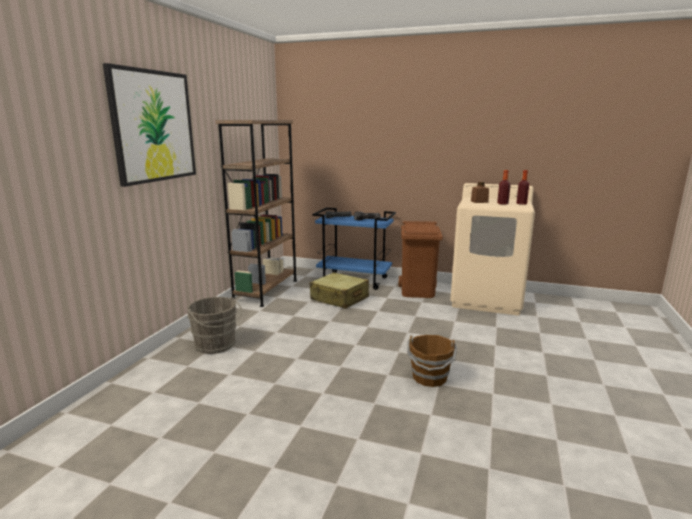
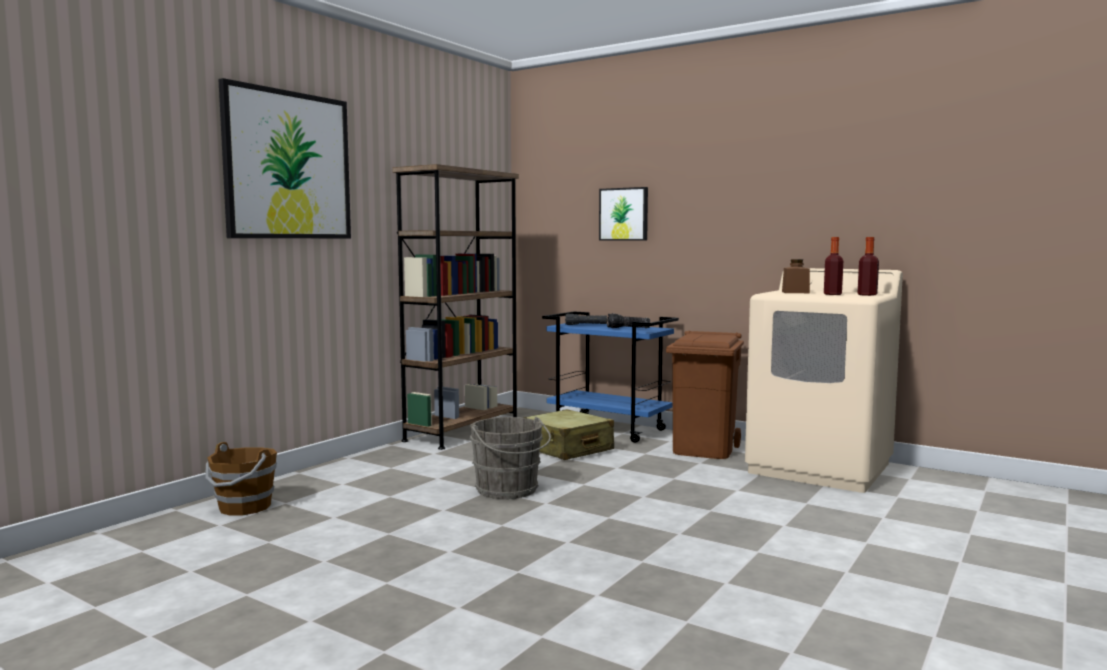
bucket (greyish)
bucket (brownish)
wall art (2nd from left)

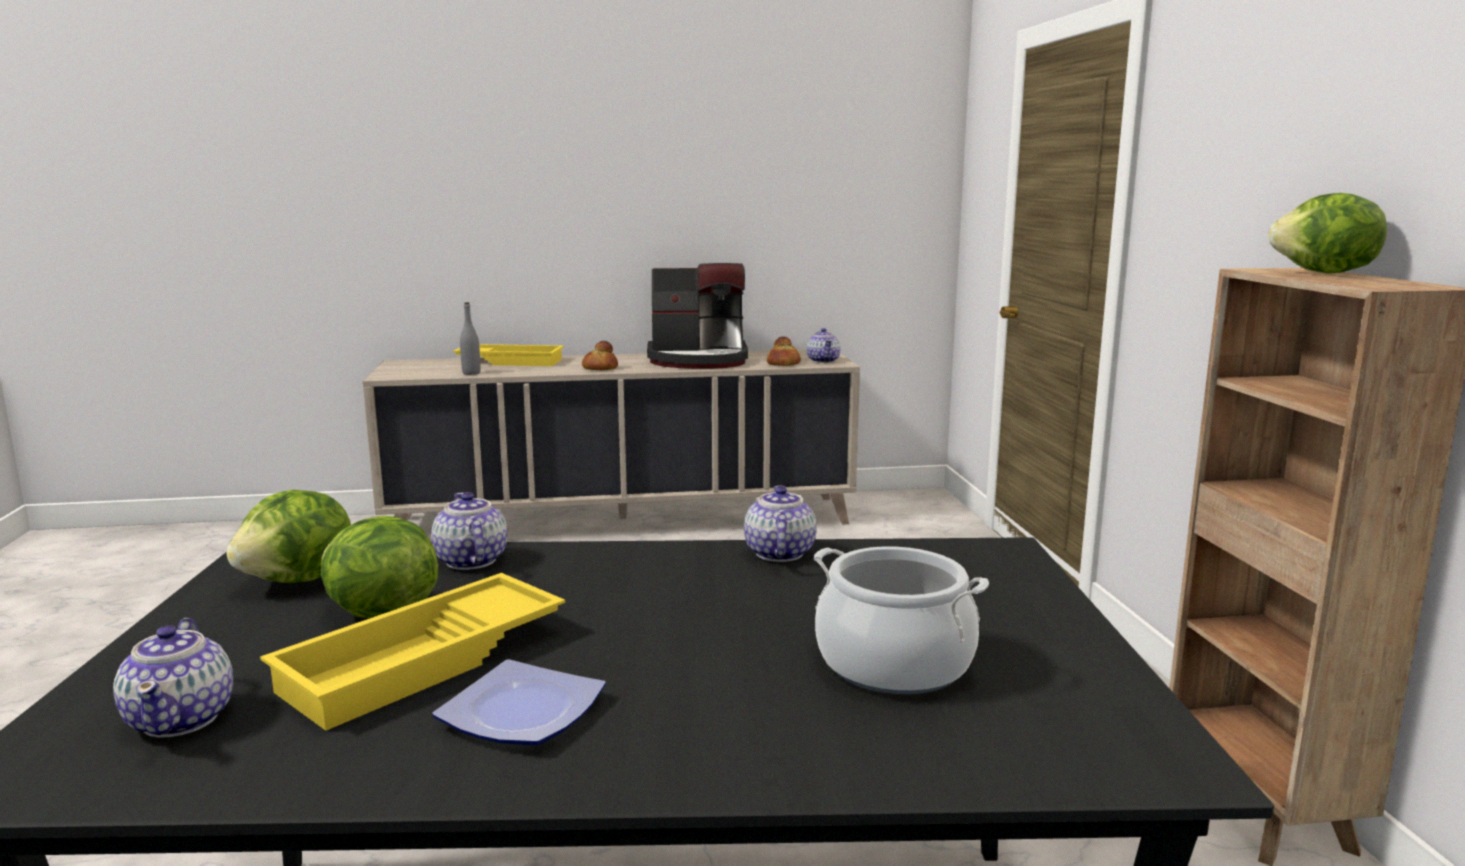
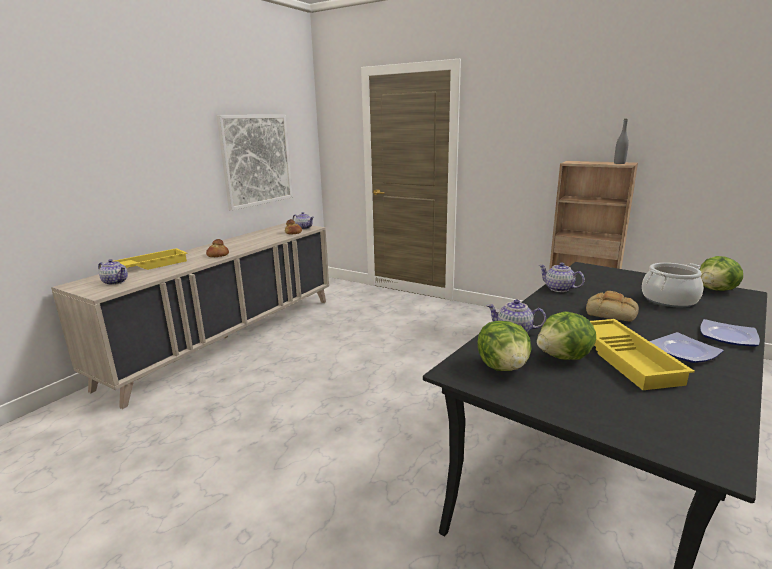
pot for tea (1st from left)
drink bottle (greyish)
coffee brewer
lettuce head (3rd from left)
wall art
baked bread (3rd from left)
dinner plate (2nd from left)

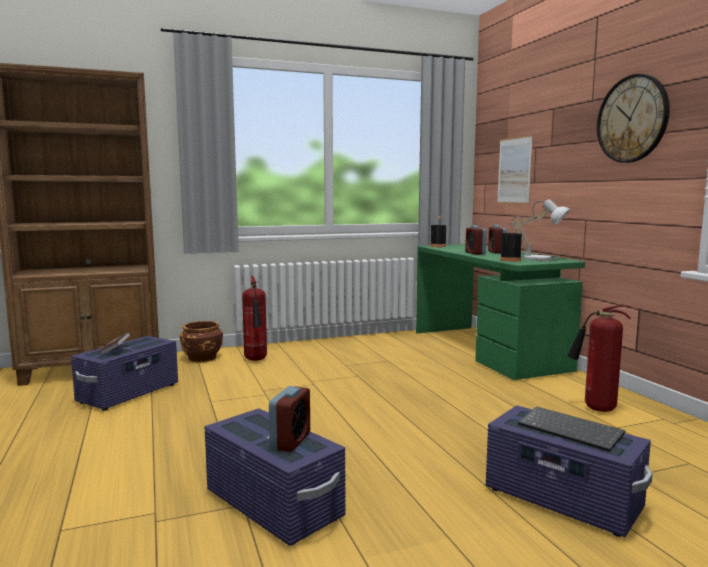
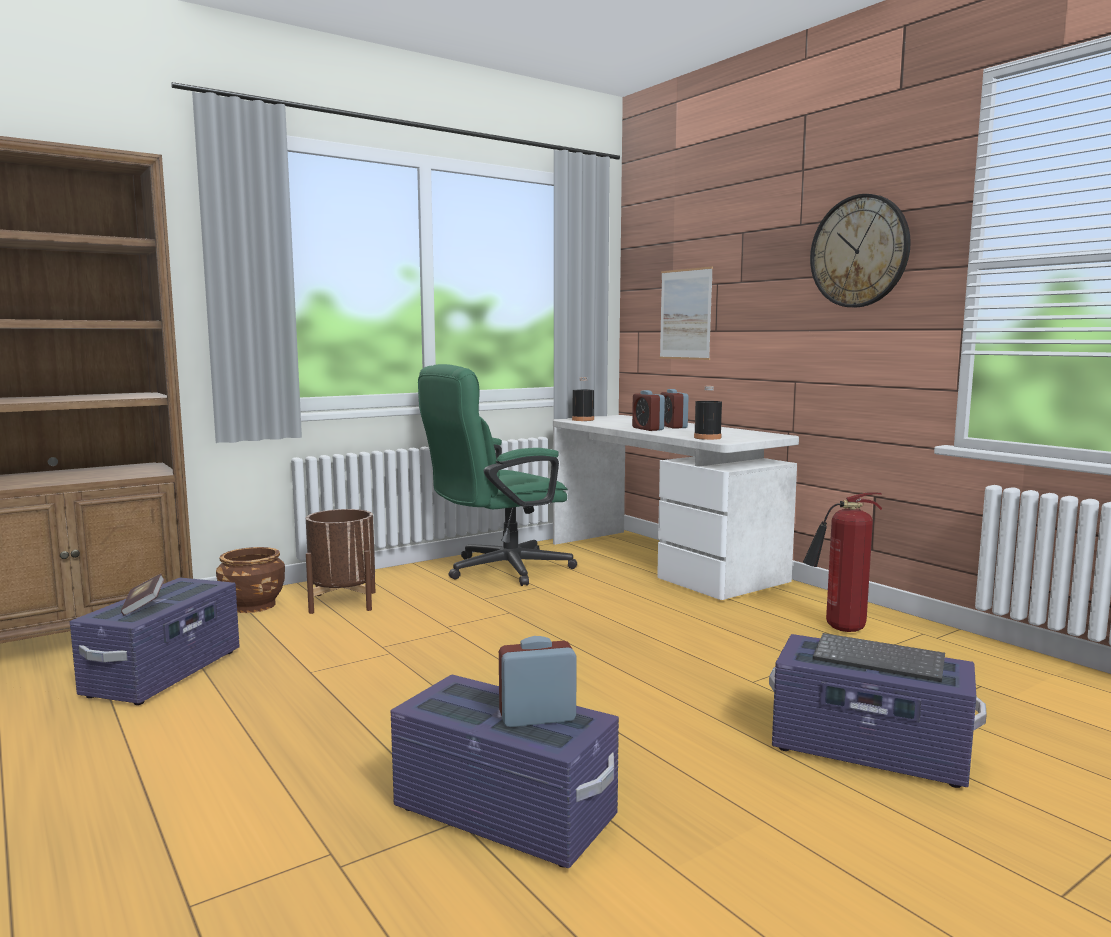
planter (brownish) (2nd from left)
alarm clock (1st from left)
desk (whitish)
tabletop lamp
computer chair (greenish)

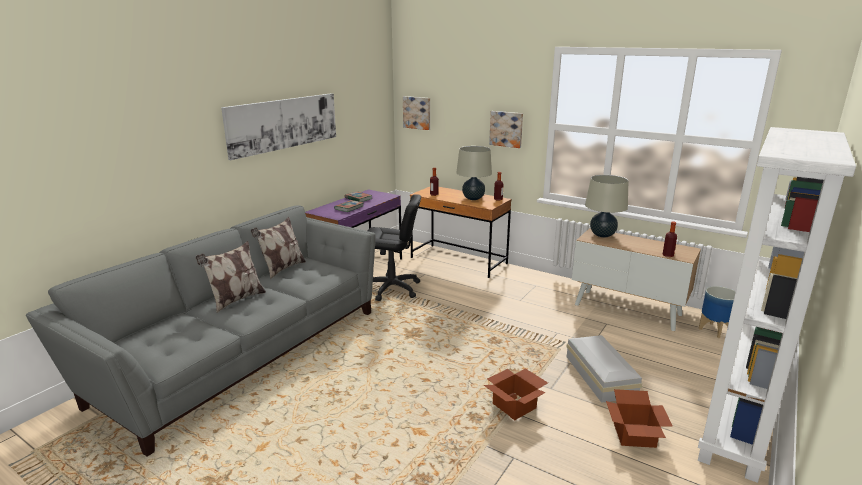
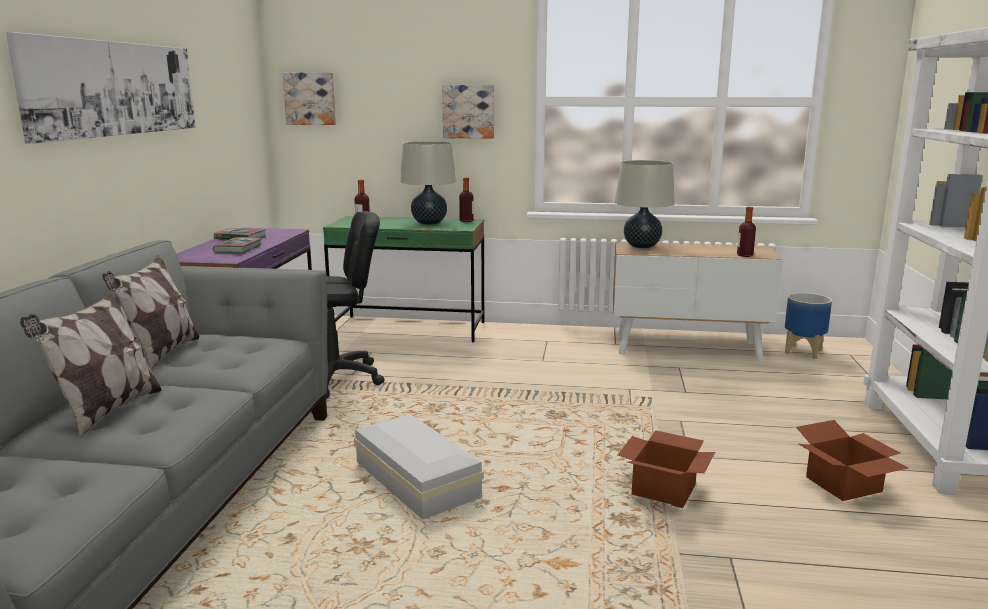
desk (greenish)
storage bin (whitish)

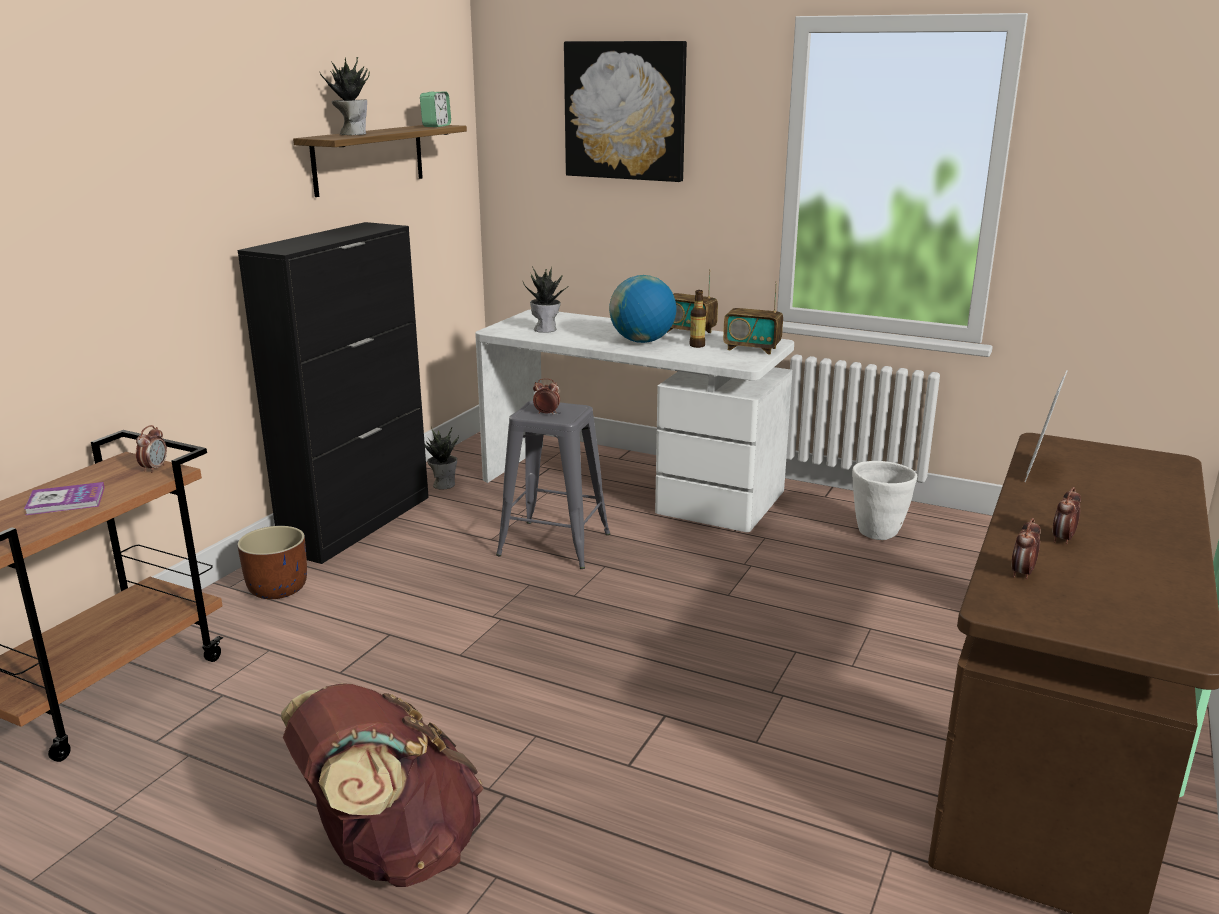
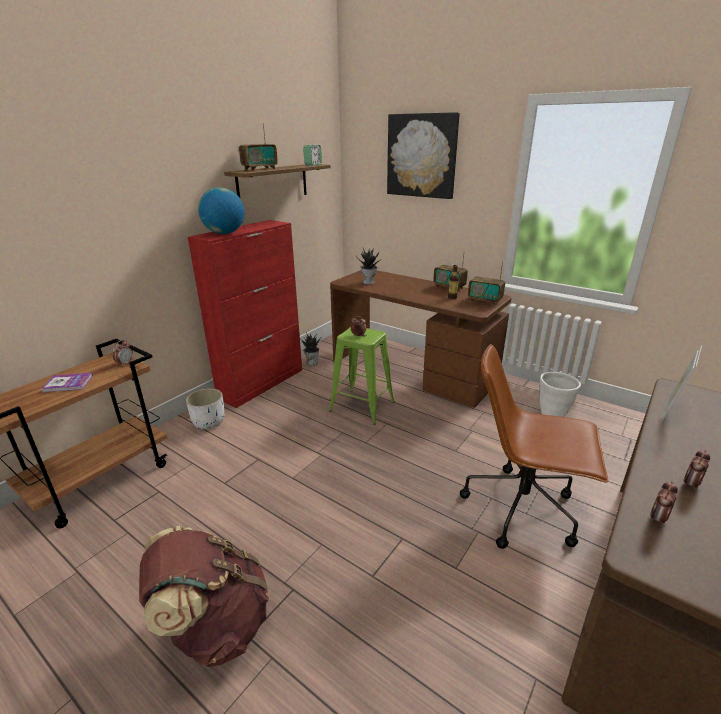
storage cabinet (reddish)
planter (whitish) (1st from left)
radio receiver (1st from left)
desk (brownish) (1st from left)
stool (greenish)
globe
computer chair (brownish)

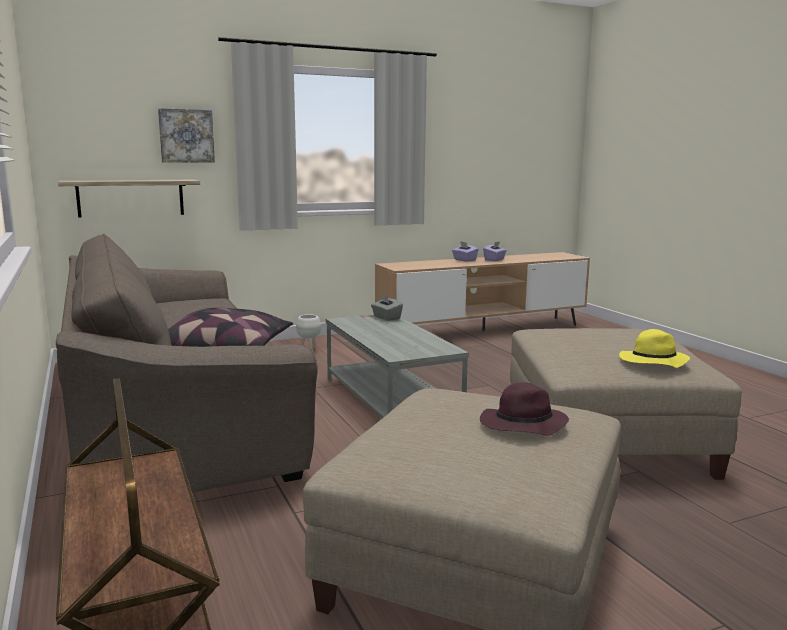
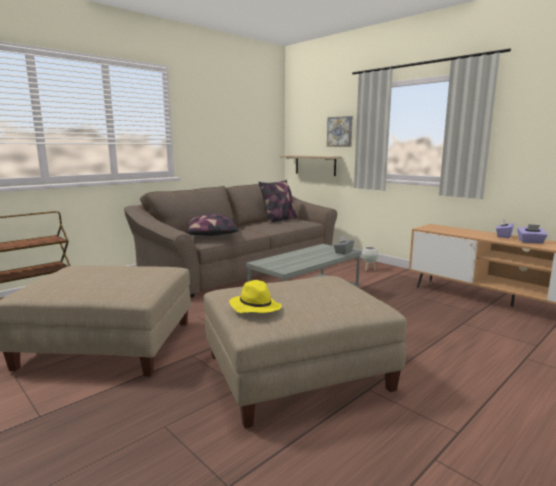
clothing hat (purplish)
cushion (2nd from left)

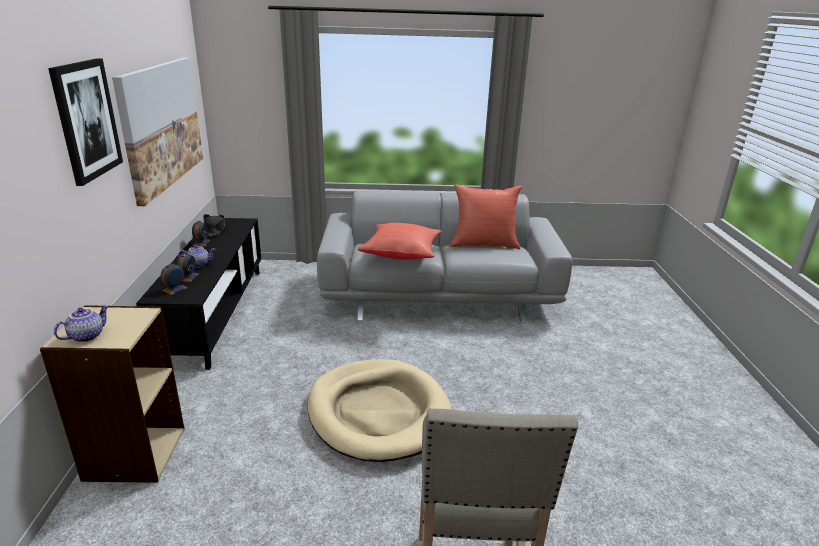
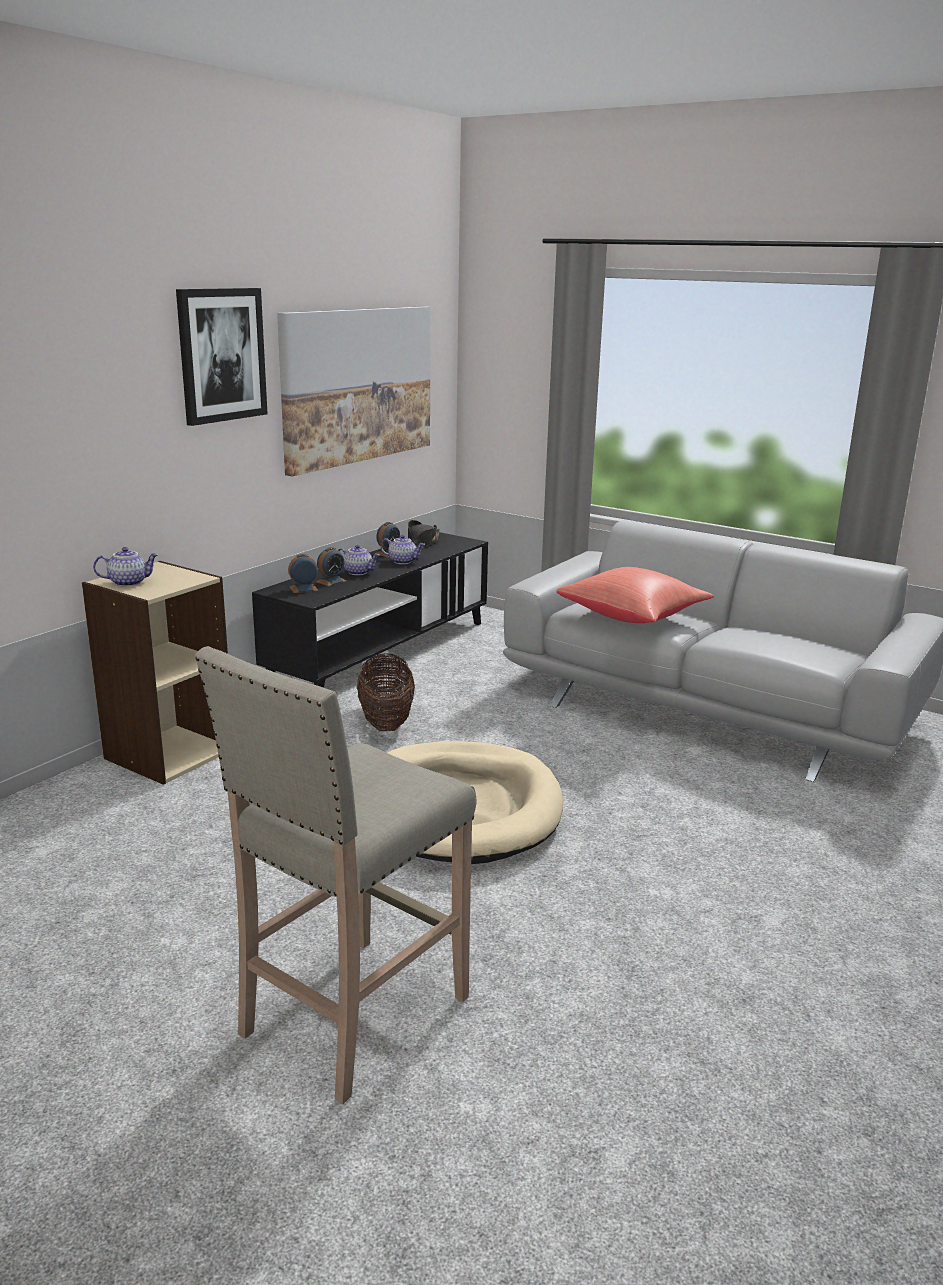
cushion (reddish) (2nd from left in the first image)
household basket
pot for tea (3rd from left)

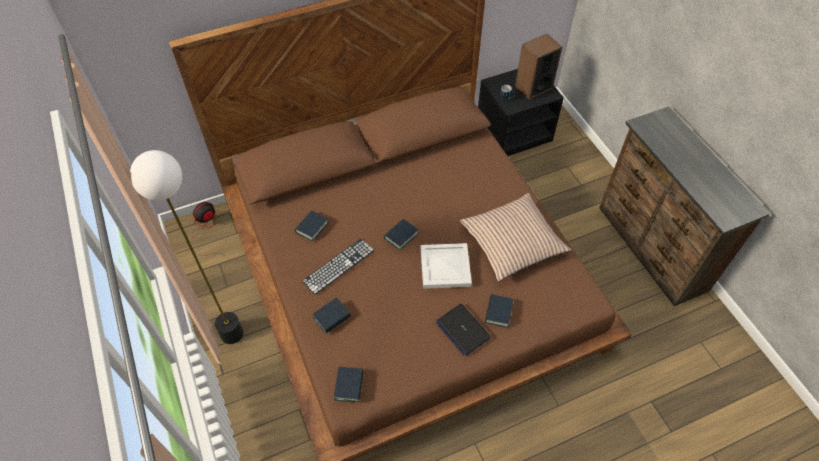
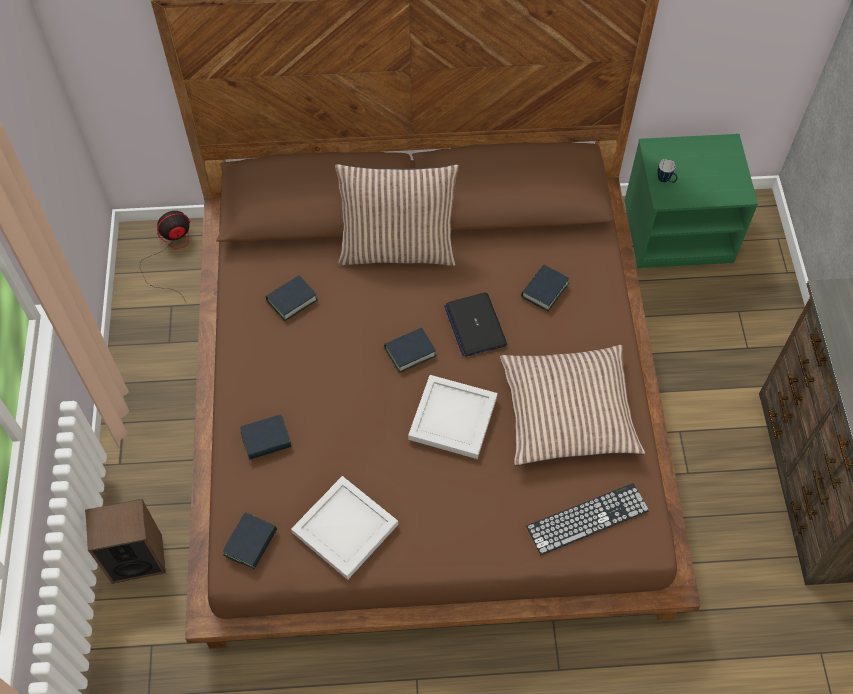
standing lamp
keyboard
portable computer
nightstand (greenish)
bound book (5th from left)
loudspeaker
serving tray (whitish) (1st from left)
cushion (1st from left)

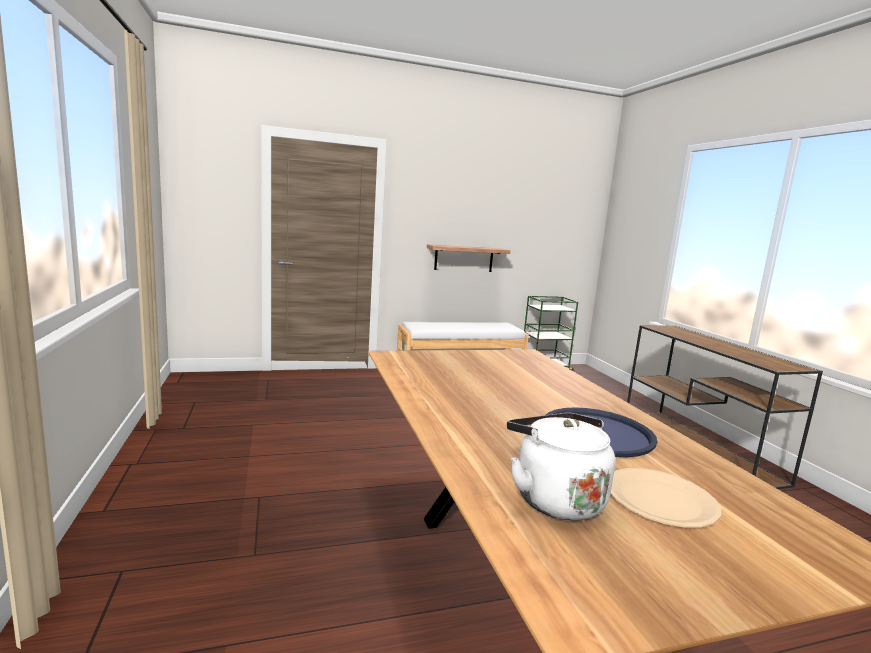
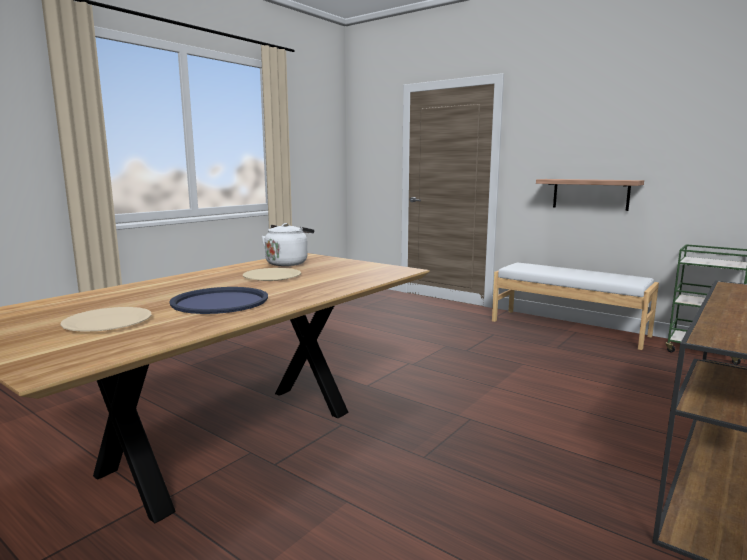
tea kettle (whitish)
dinner plate (beige-coloured) (2nd from left)

